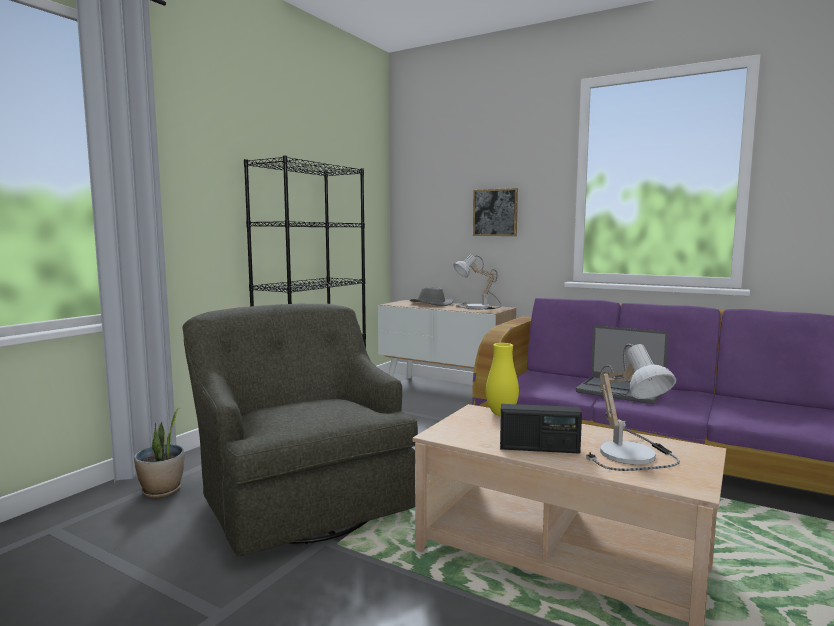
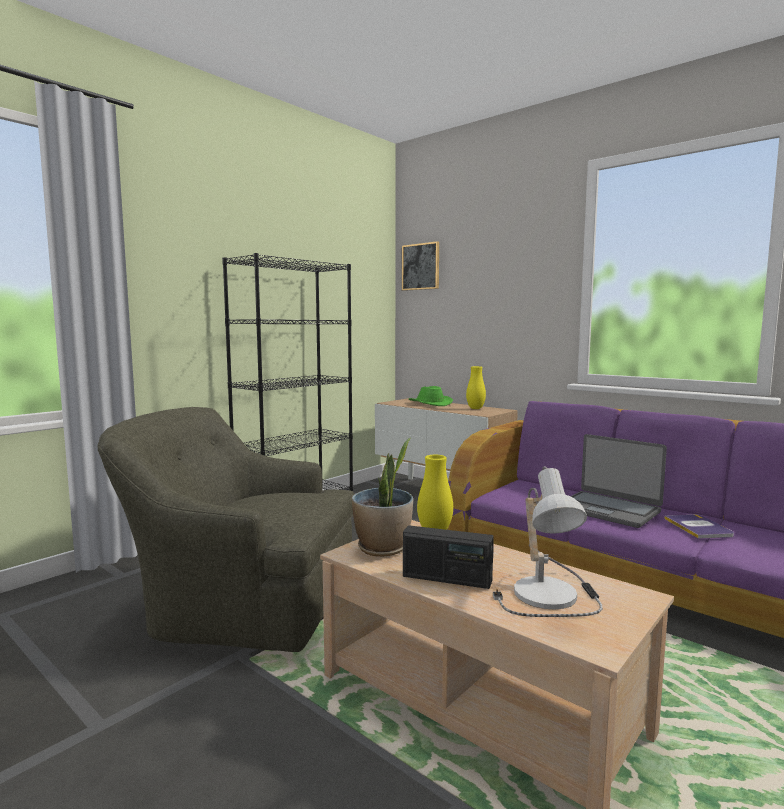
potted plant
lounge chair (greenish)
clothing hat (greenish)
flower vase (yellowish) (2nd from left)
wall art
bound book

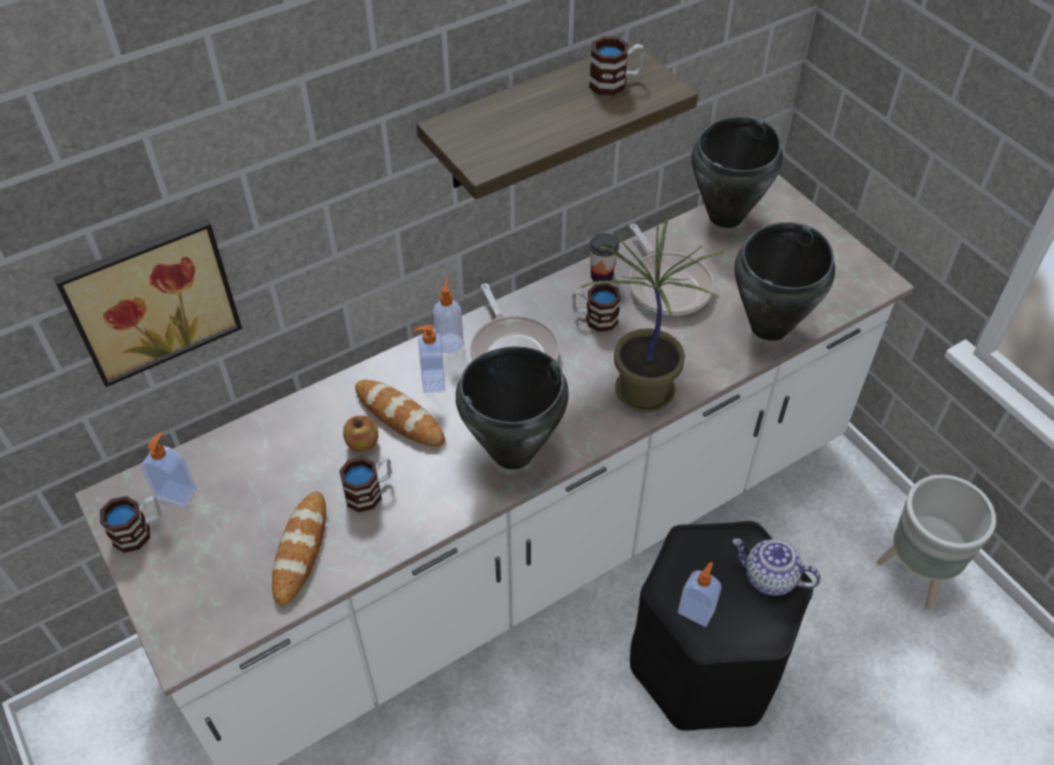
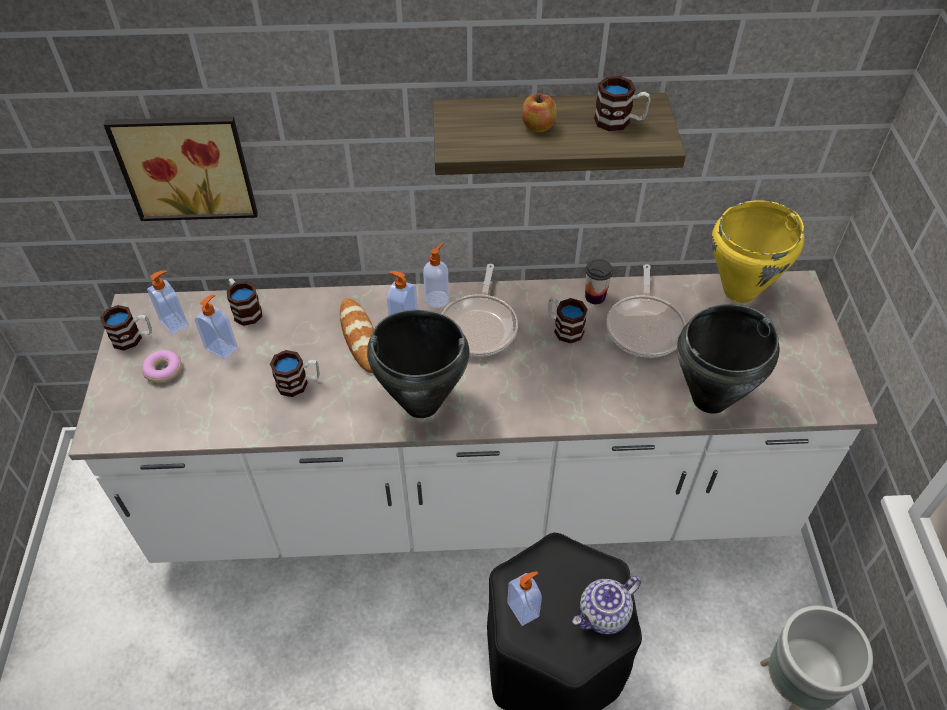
baked bread (1st from left in the first image)
apple
potted plant
cooking pot (yellowish)
pot for tea
ring doughnut
liquid soap bottle (2nd from left)
mug (2nd from left)

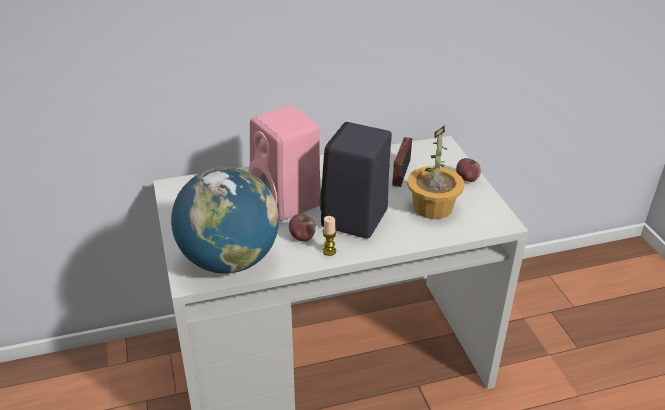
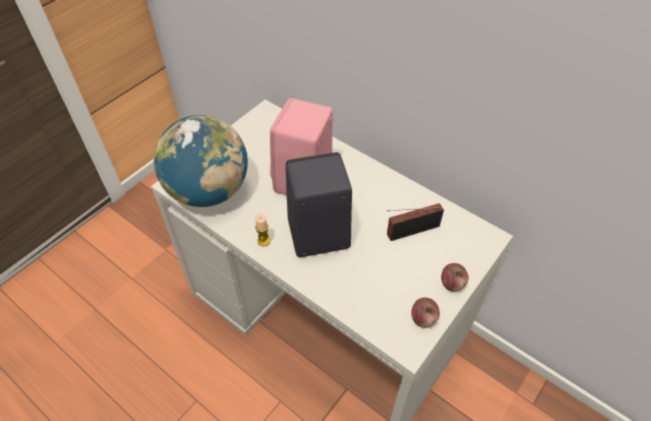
apple (1st from left)
potted plant

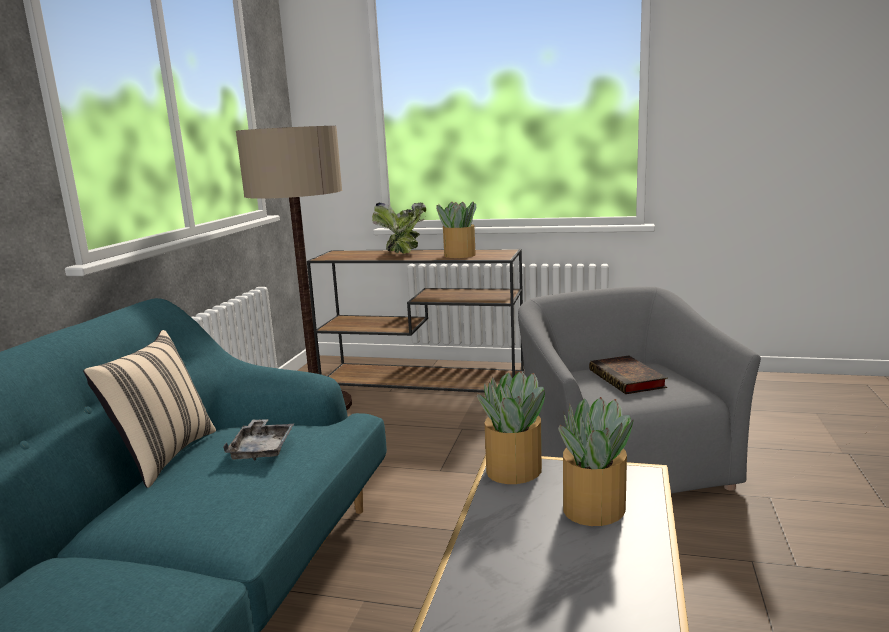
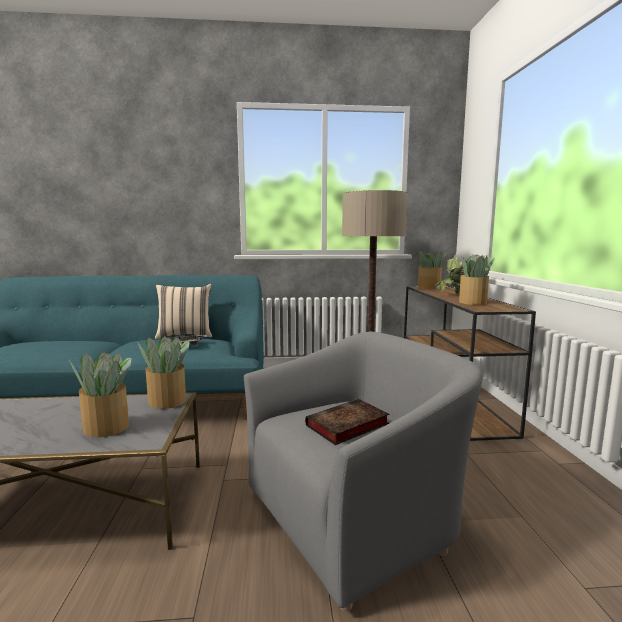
potted plant (3rd from left)

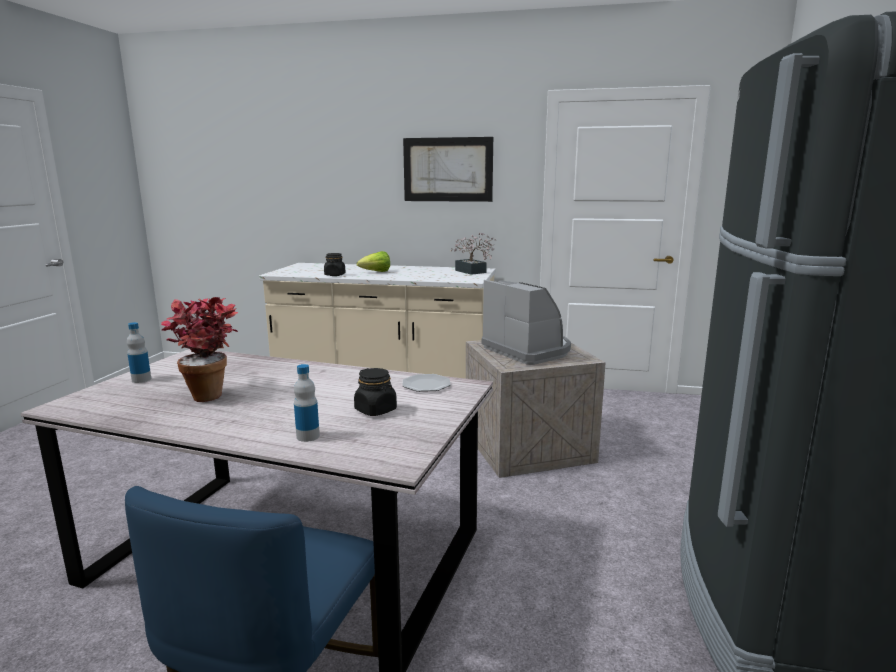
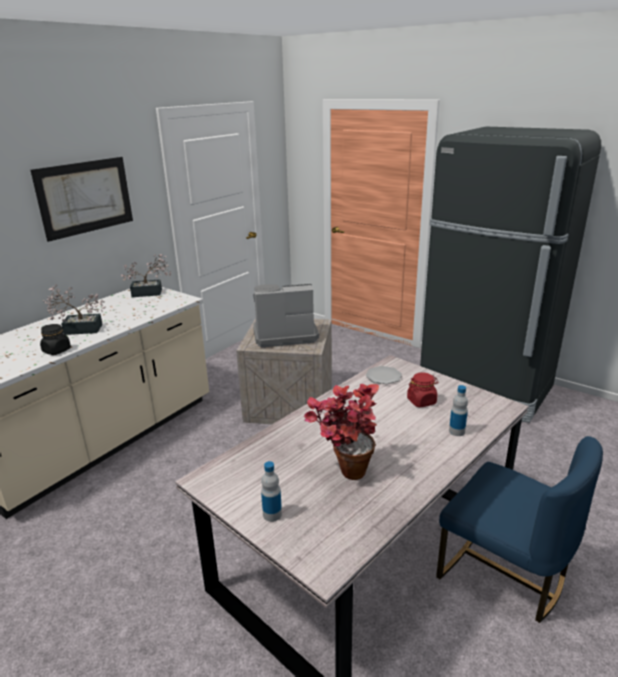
preserve jar (reddish)
potted plant (1st from left)

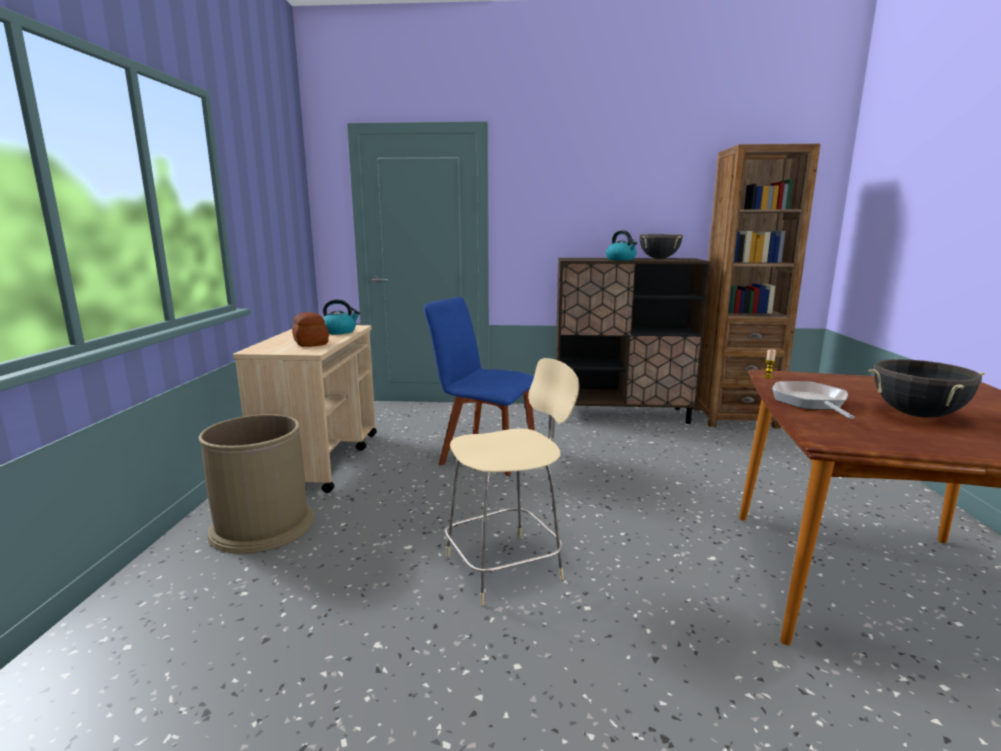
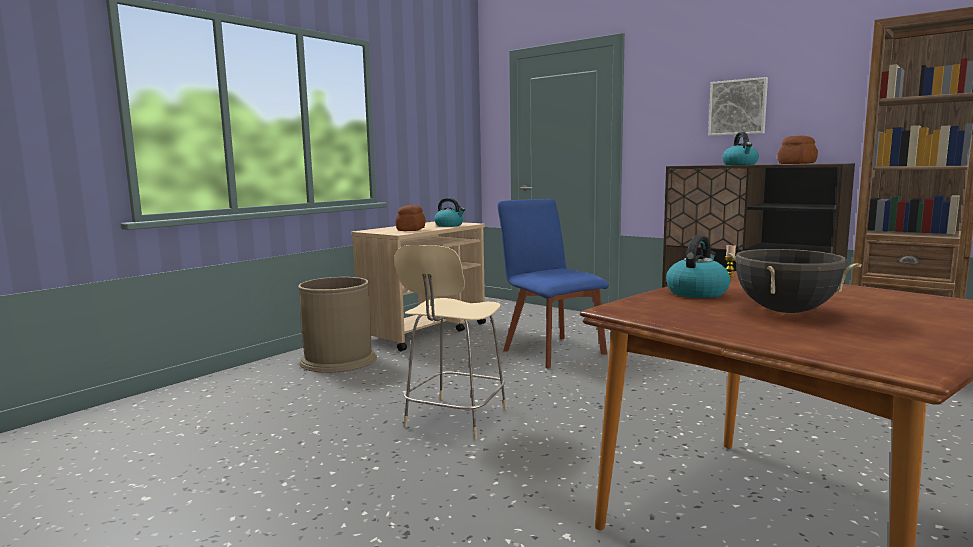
plain chair (beige-coloured)
baked bread (2nd from left)
tea kettle (2nd from left)
wall art

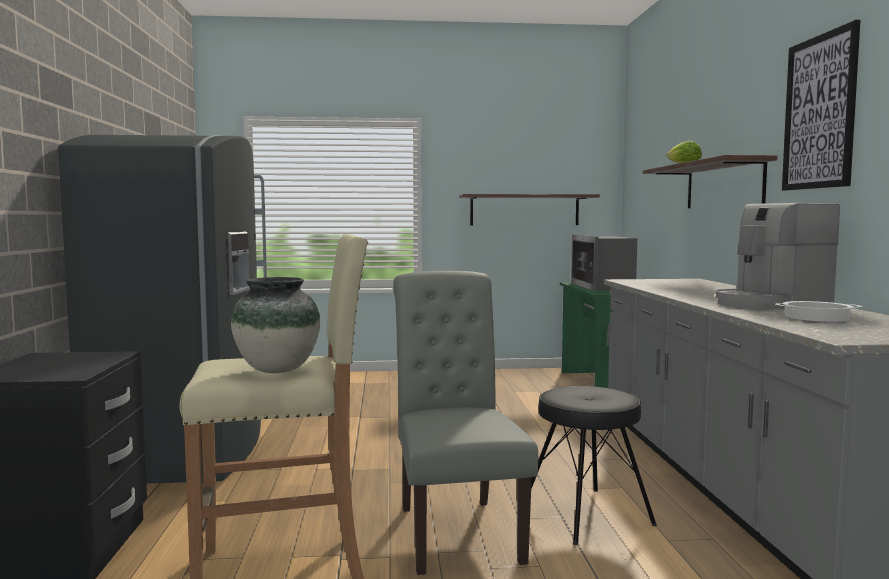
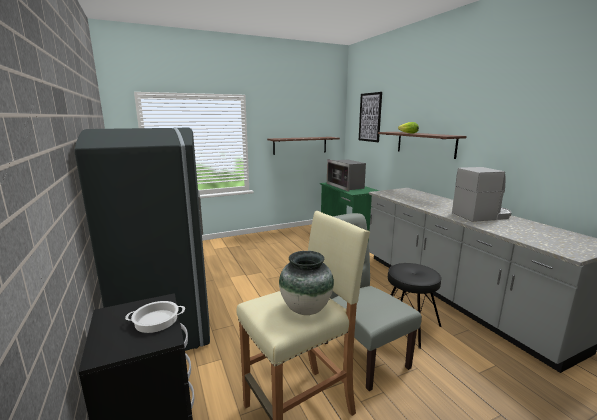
coffee brewer
cooking pot
wall art

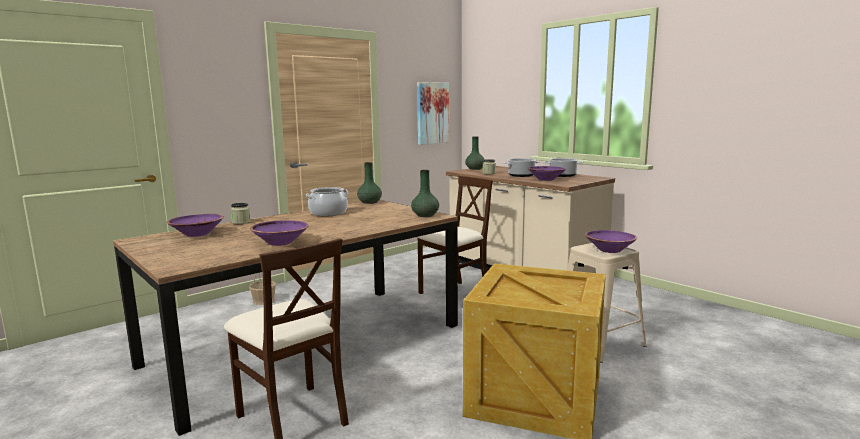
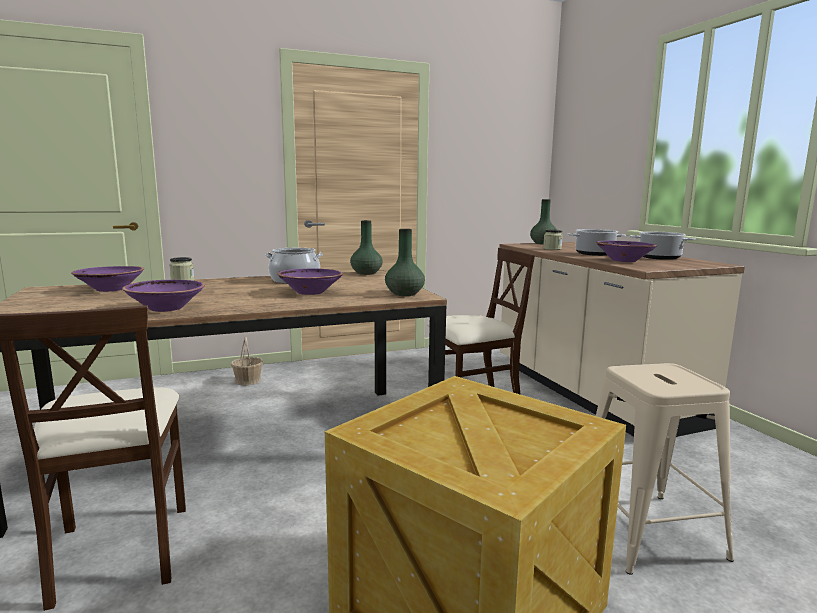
wall art
serving bowl (purplish) (3rd from left)

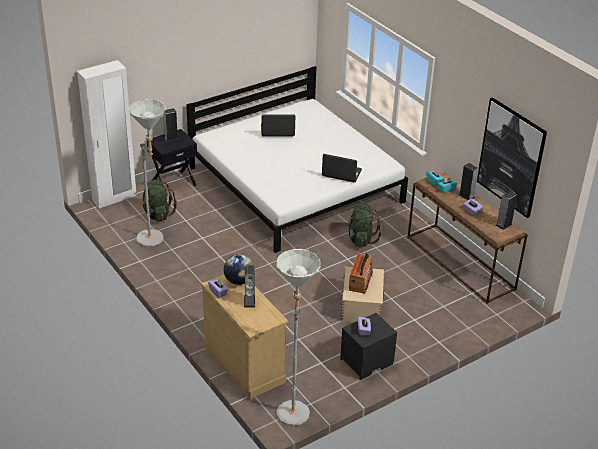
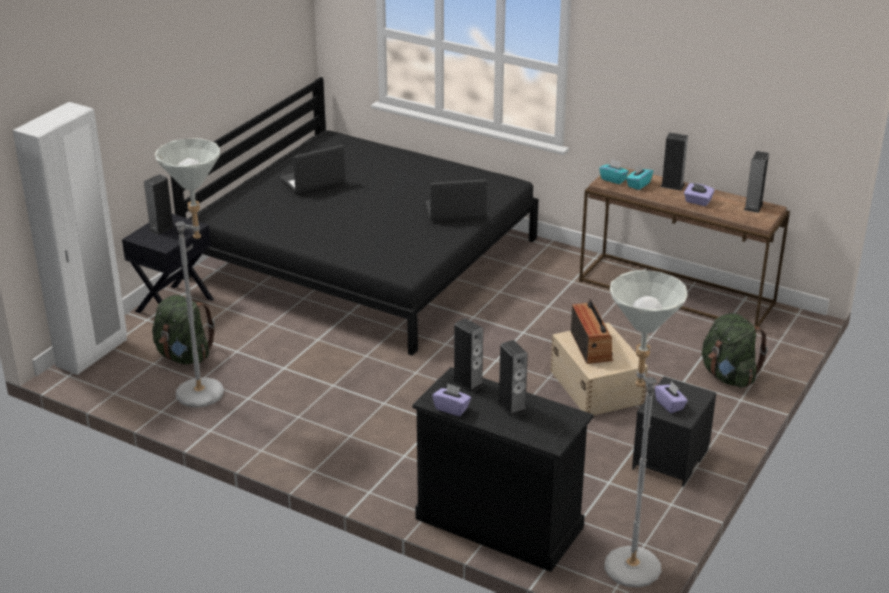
bed (blackish)
drawer chest (blackish)
loudspeaker (2nd from left)
rucksack (greenish) (2nd from left)
wall art

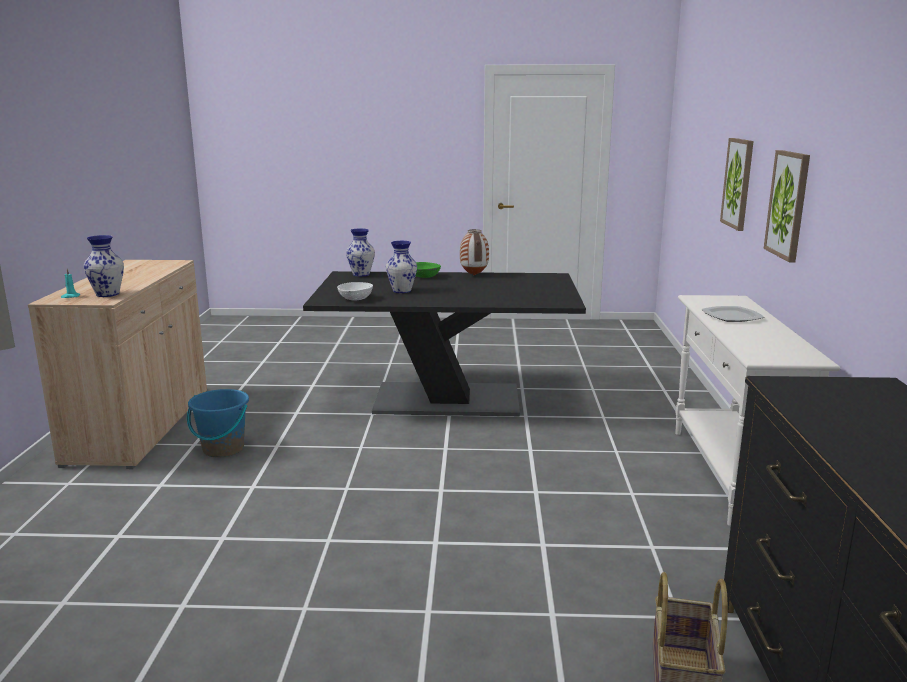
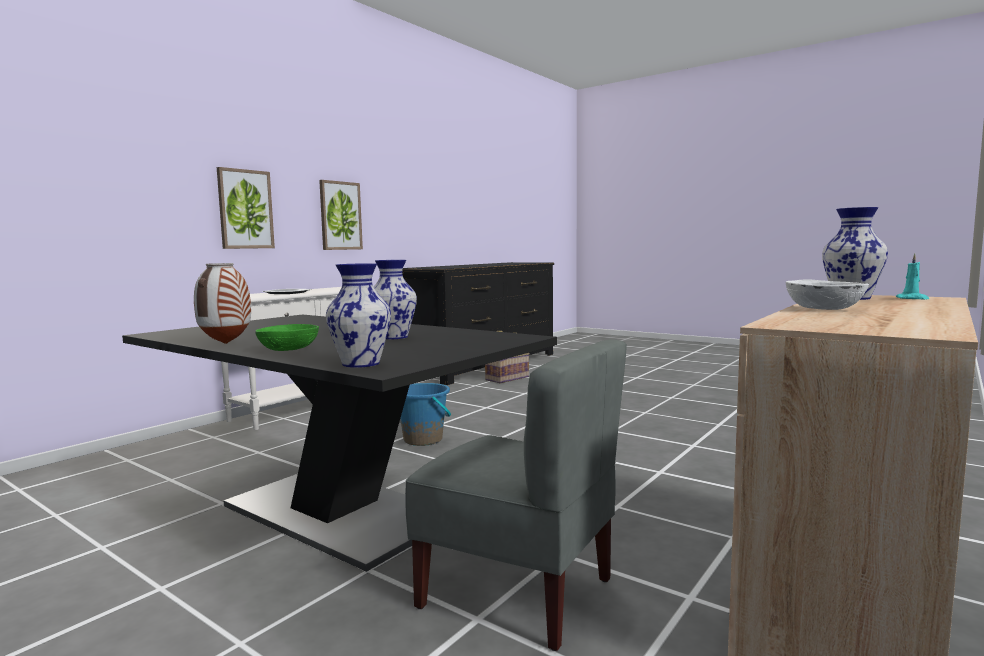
bucket (blue)
serving bowl (whitish)
wall art (2nd from left)
plain chair (greyish)

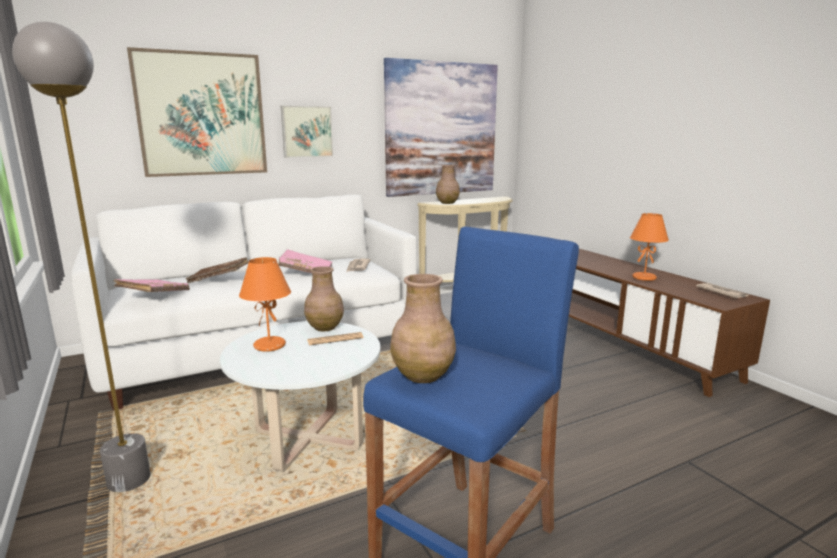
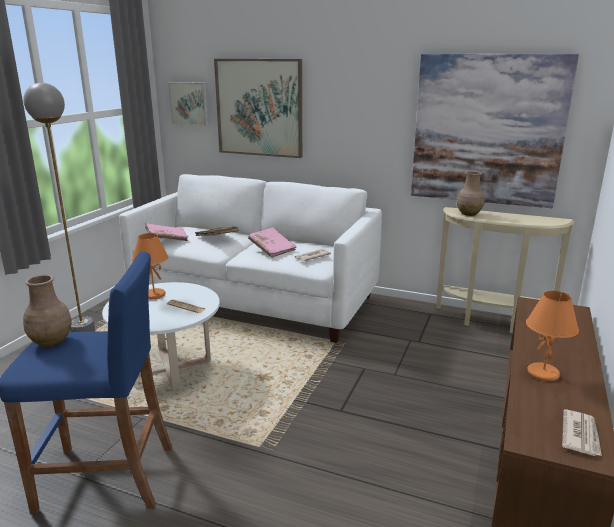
wall art (1st from left)
flower vase (brownish) (1st from left in the first image)

